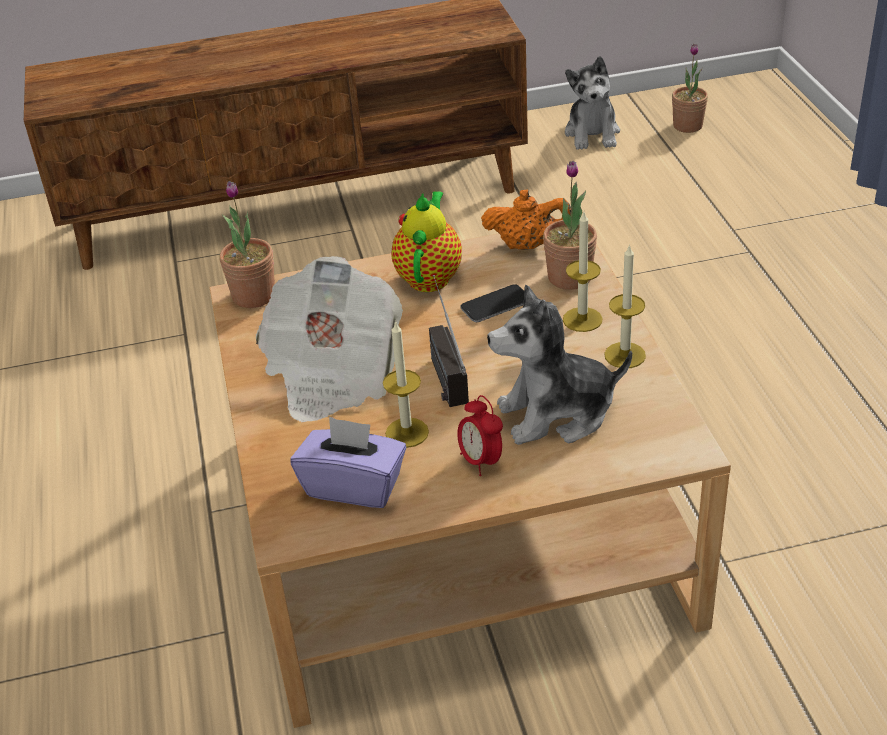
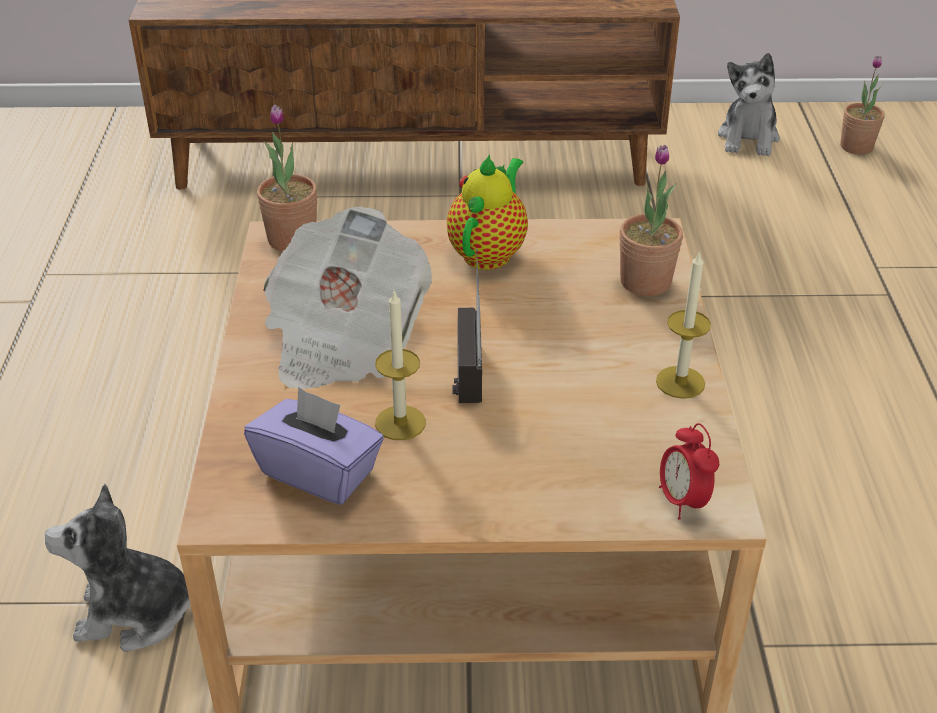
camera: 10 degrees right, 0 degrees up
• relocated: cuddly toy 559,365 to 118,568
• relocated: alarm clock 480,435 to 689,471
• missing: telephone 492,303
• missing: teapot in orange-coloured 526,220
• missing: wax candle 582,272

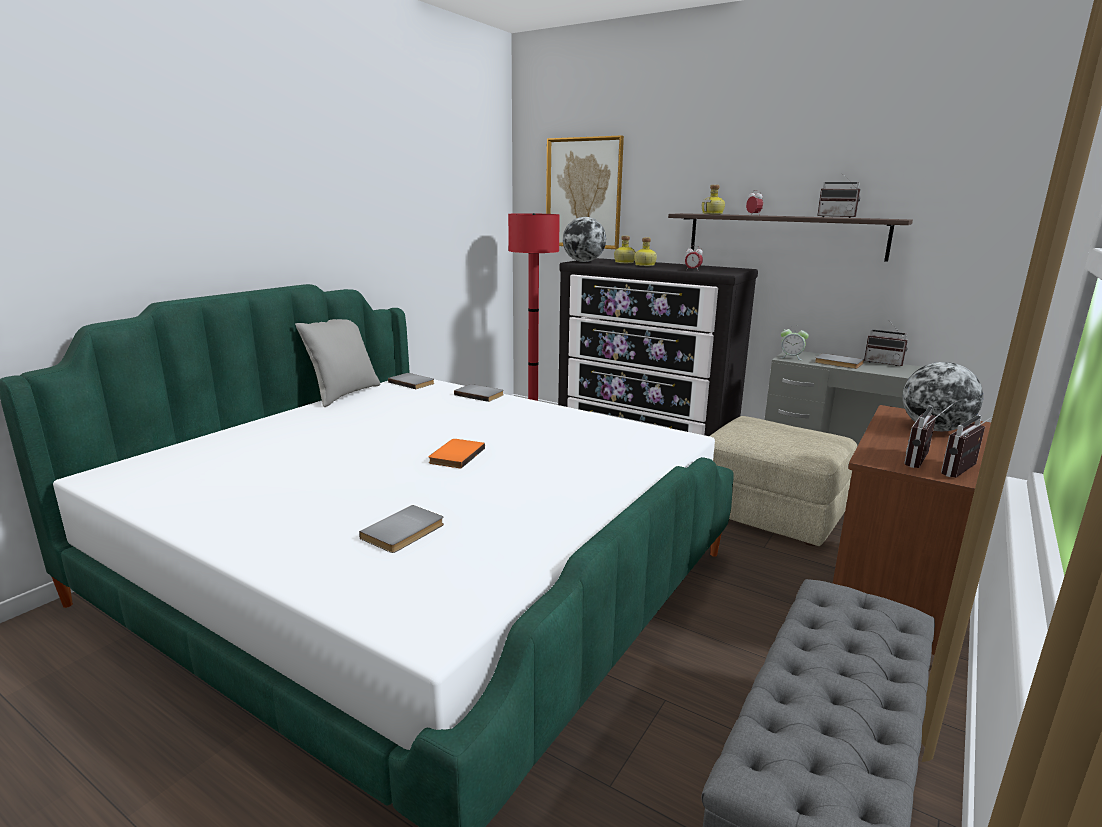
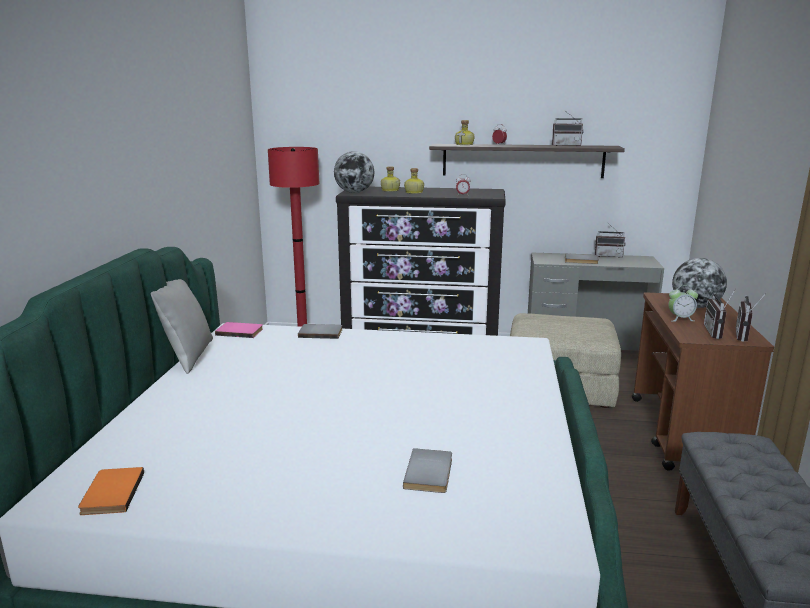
camera: 25 degrees left, 0 degrees up
• relocated: bound book in orange-coloured 456,454 to 111,491
• colour: bound book in grey 411,381 to bound book in pink-coloured 239,330
• relocated: alarm clock 795,342 to 683,303
• missing: wall picture 585,192

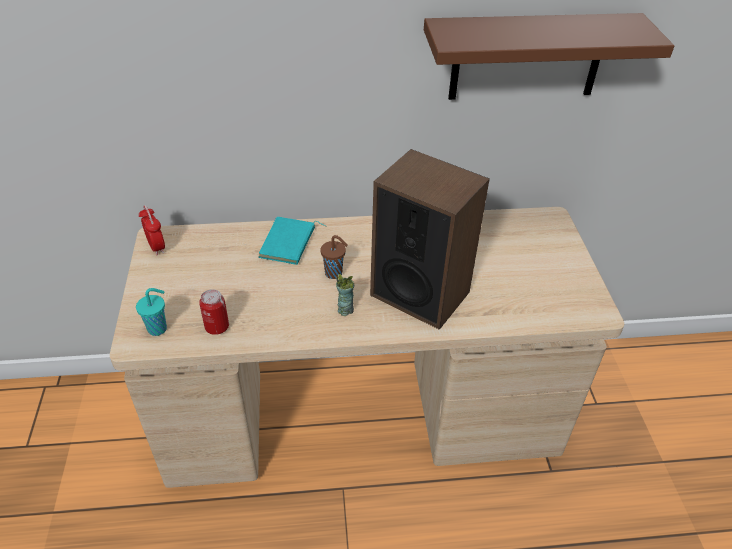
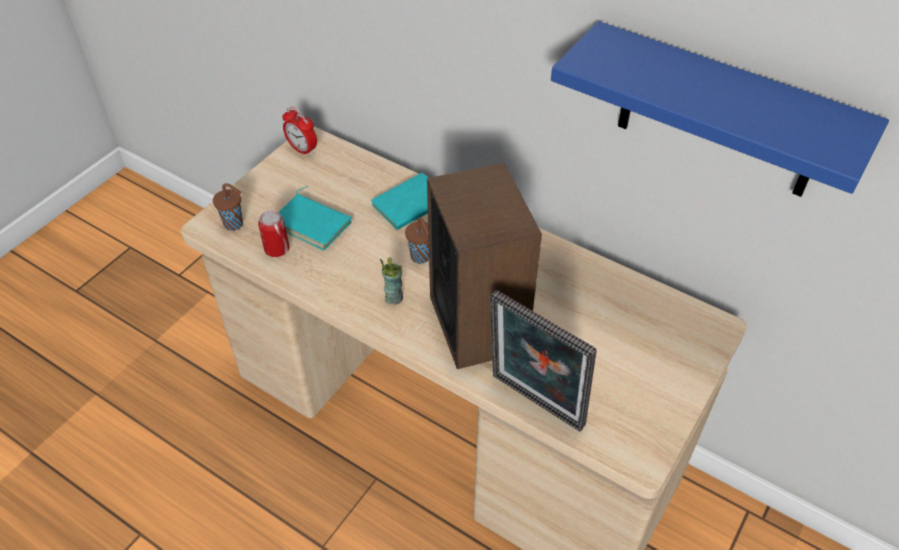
camera: 40 degrees right, 5 degrees up
• colour: drinking cup in turquoise-coloured 151,312 to drinking cup in brown-coloured 228,207
• appeared: bound book in turquoise-coloured 315,218
• spun: alarm clock 152,230 = 299,132 120 degrees clockwise
• appeared: standing frame 543,360
• colour: bracket shelf in brown-coloured 549,56 to bracket shelf in blue 720,109

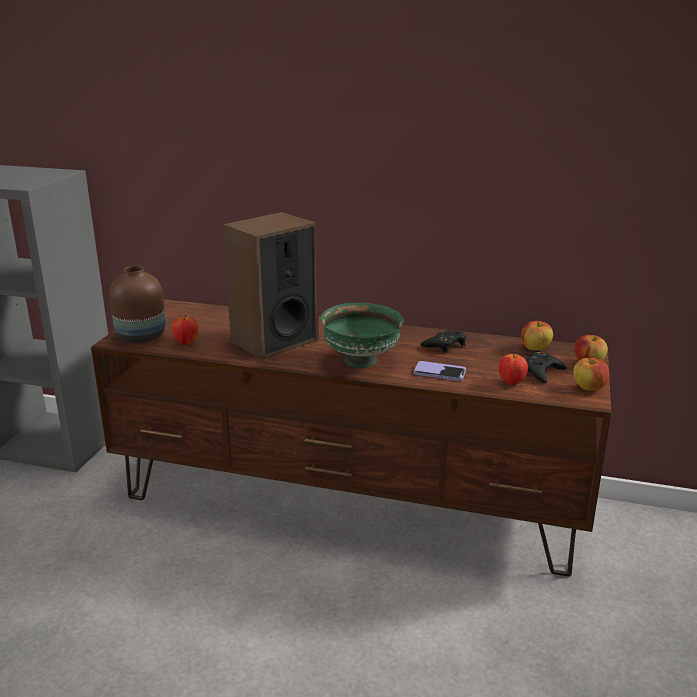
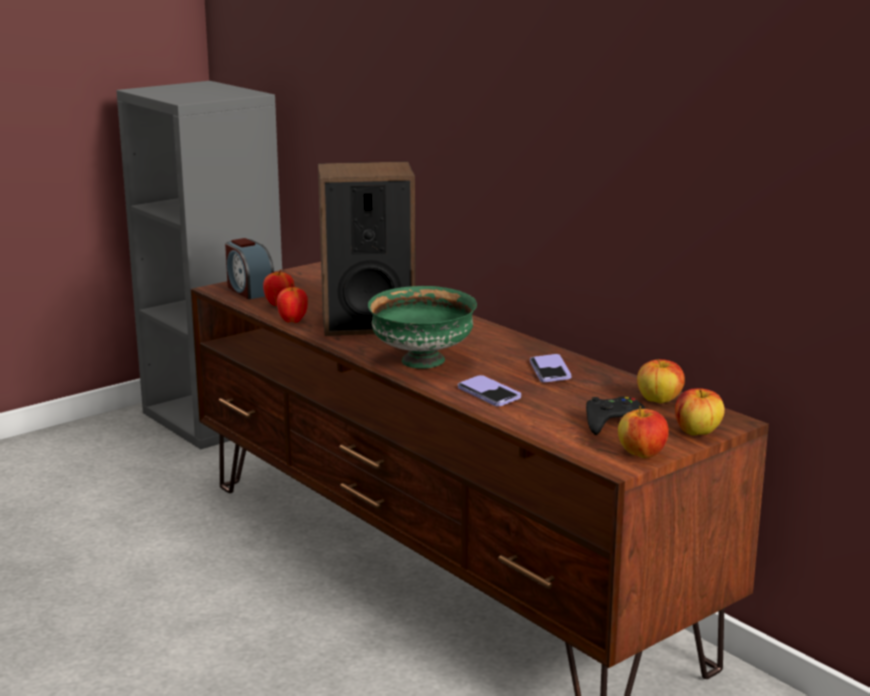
camera: 35 degrees right, 5 degrees down
• exchanged: decorative vase in brown-coloured 137,304 to alarm clock 249,268
• relocated: apple fruit 513,368 to 292,303
• exchanged: gamepad in black-coloured 443,341 to telephone 550,368

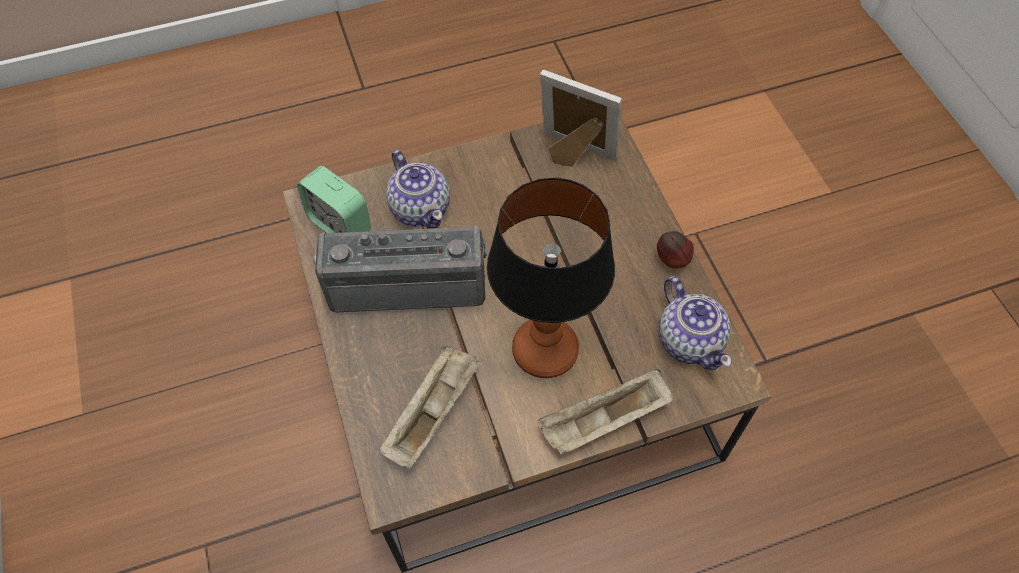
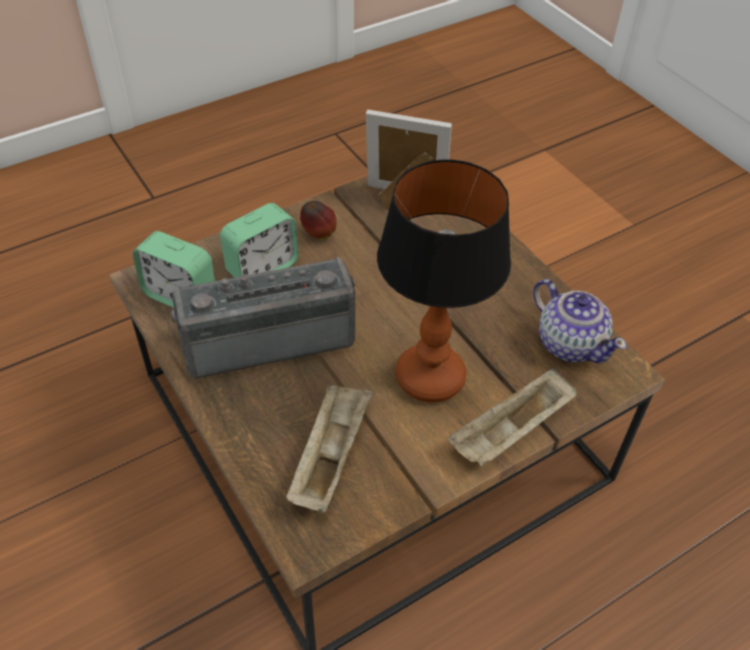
camera: 15 degrees left, 10 degrees down
• exchanged: teapot 418,189 to alarm clock 259,240
• relocated: apple fruit 675,250 to 318,220

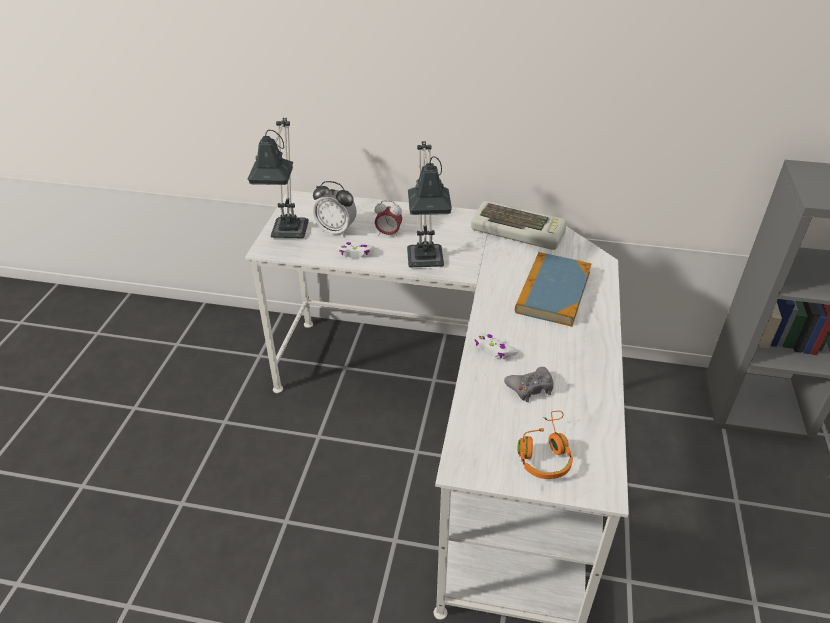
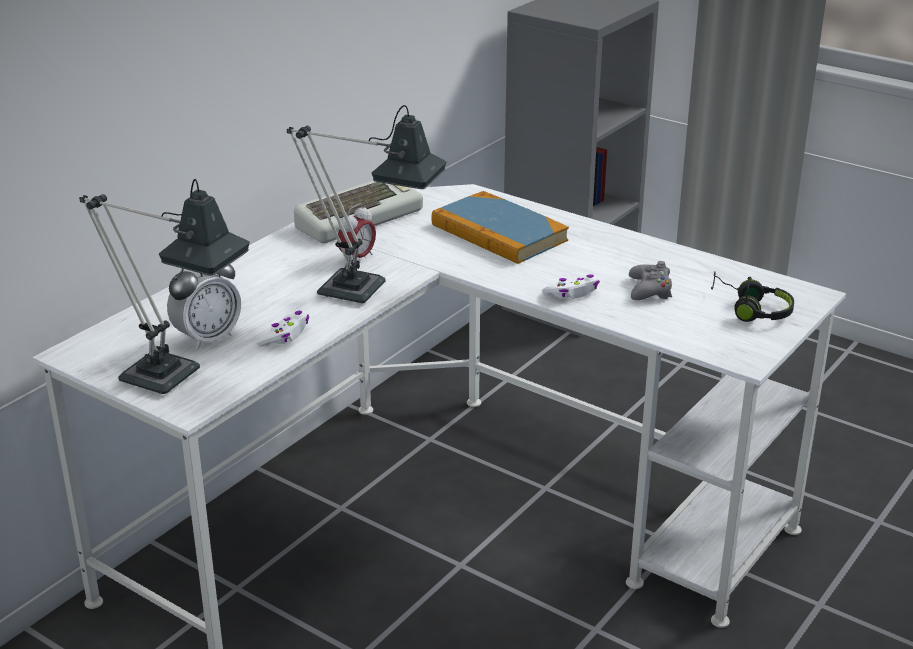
camera: 65 degrees left, 10 degrees down
• relocated: alarm clock 388,218 to 357,231
• colour: headset in orange-coloured 545,445 to headset in black-coloured 752,297

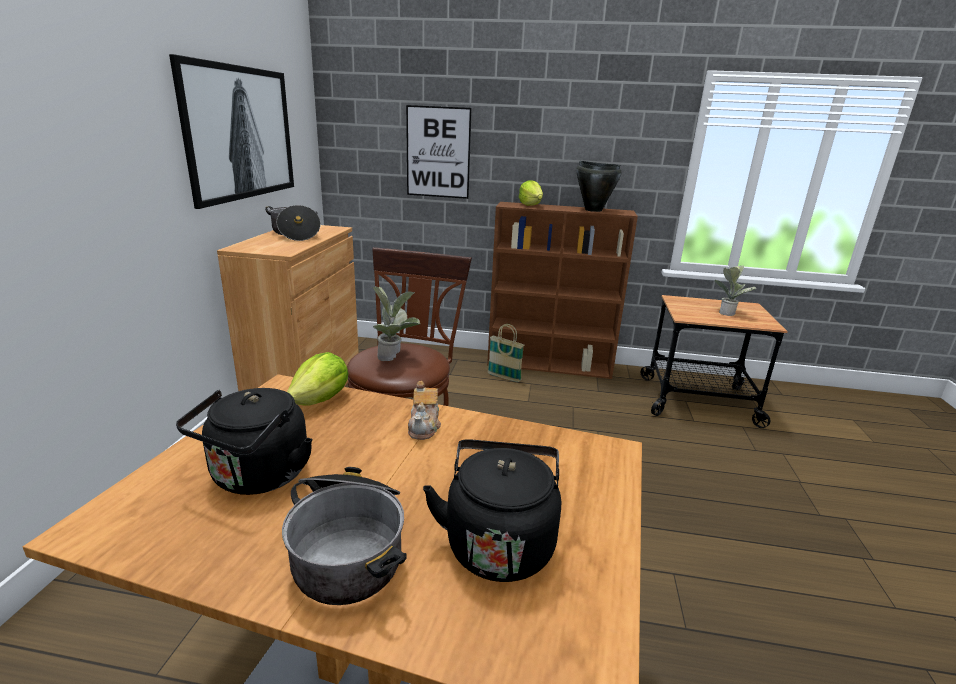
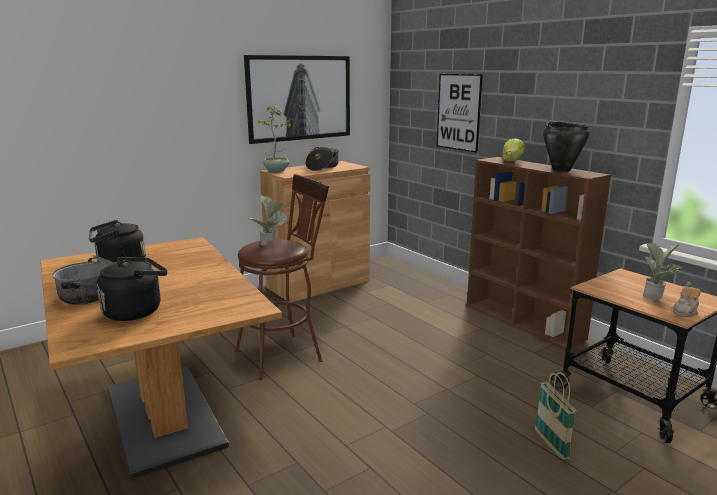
camera: 45 degrees right, 5 degrees down
• appeared: houseplant 276,138
• relocated: household basket 506,353 to 555,415
• relocated: teapot 424,410 to 686,299
• missing: lettuce head 317,378

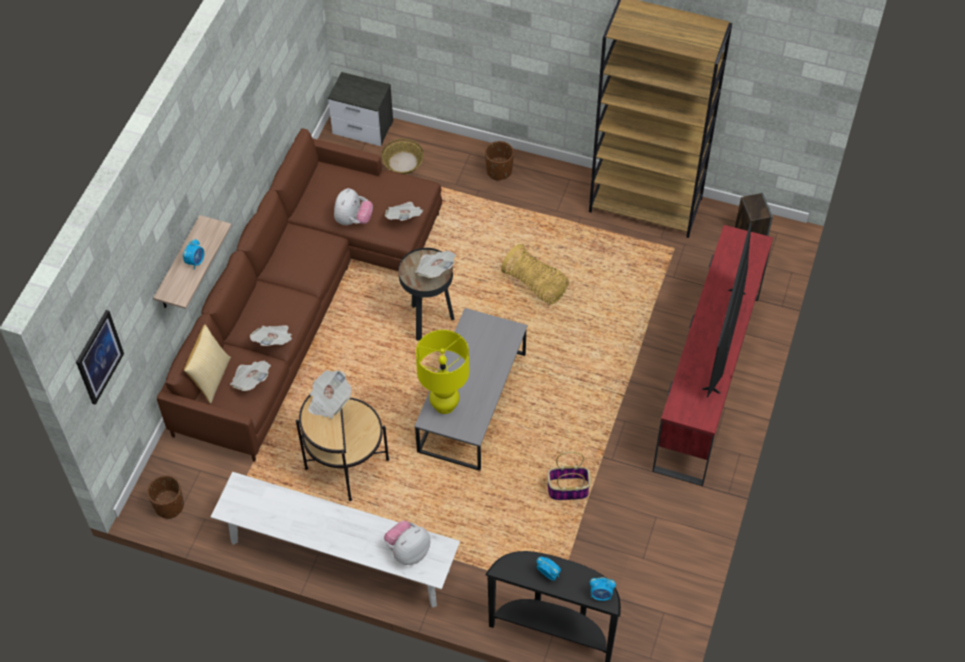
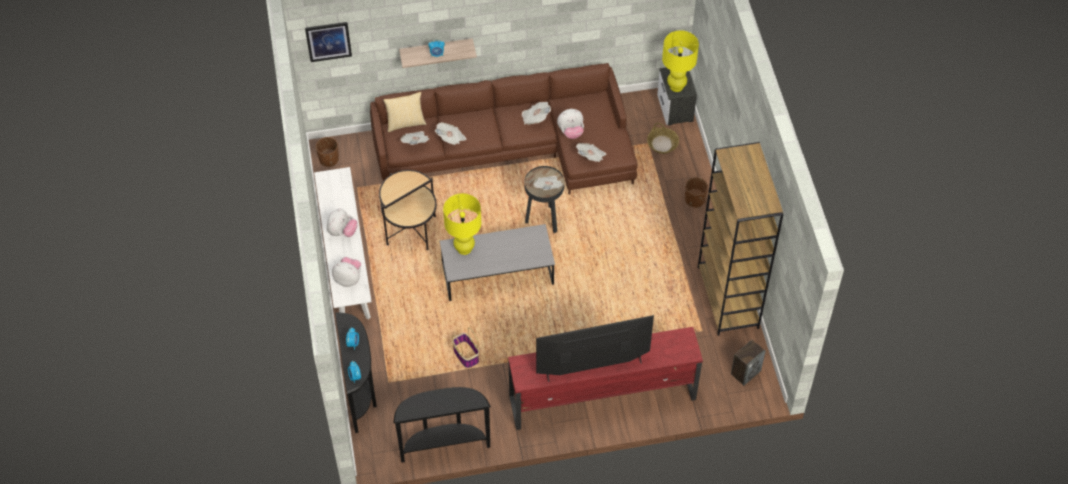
camera: 60 degrees right, 0 degrees up
• appeared: cuddly toy 342,222
• appeared: console table in black-coloured 442,425
• relocated: daily paper 330,395 to 536,113
• appeared: table lamp in yellowish 680,61
• missing: household basket 535,274

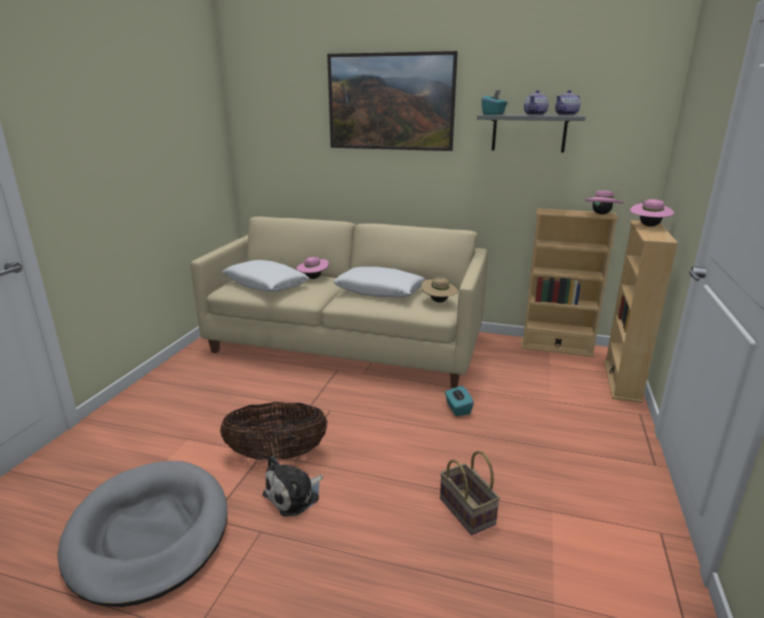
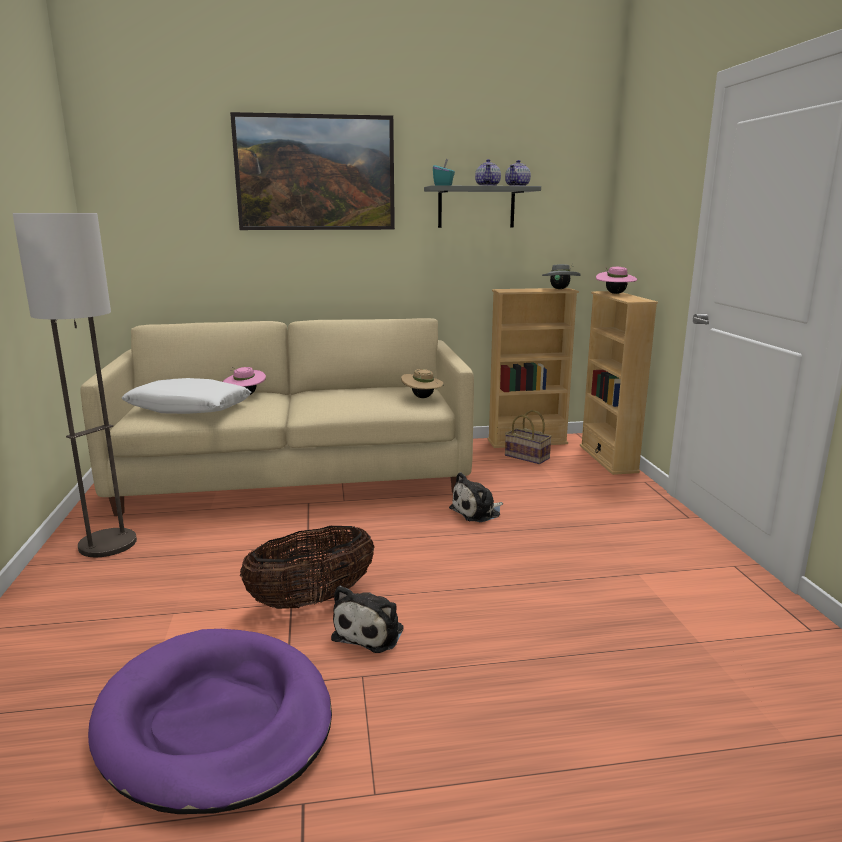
camera: 25 degrees left, 5 degrees down
• appeared: standing lamp 74,385
• colour: pet bed in grey 142,534 to pet bed in purple-coloured 210,721
• exchanged: tissue box in turquoise-coloured 459,401 to cuddly toy 476,497
• relocated: household basket 470,493 to 528,437
• colour: wearable hat in pink-coloured 604,202 to wearable hat in grey 561,276
• missing: pillow in white-coloured 379,282

